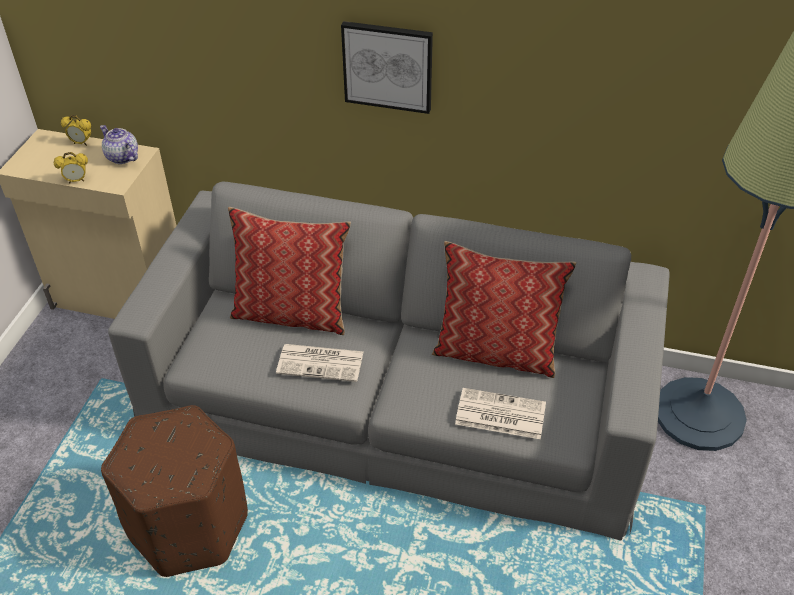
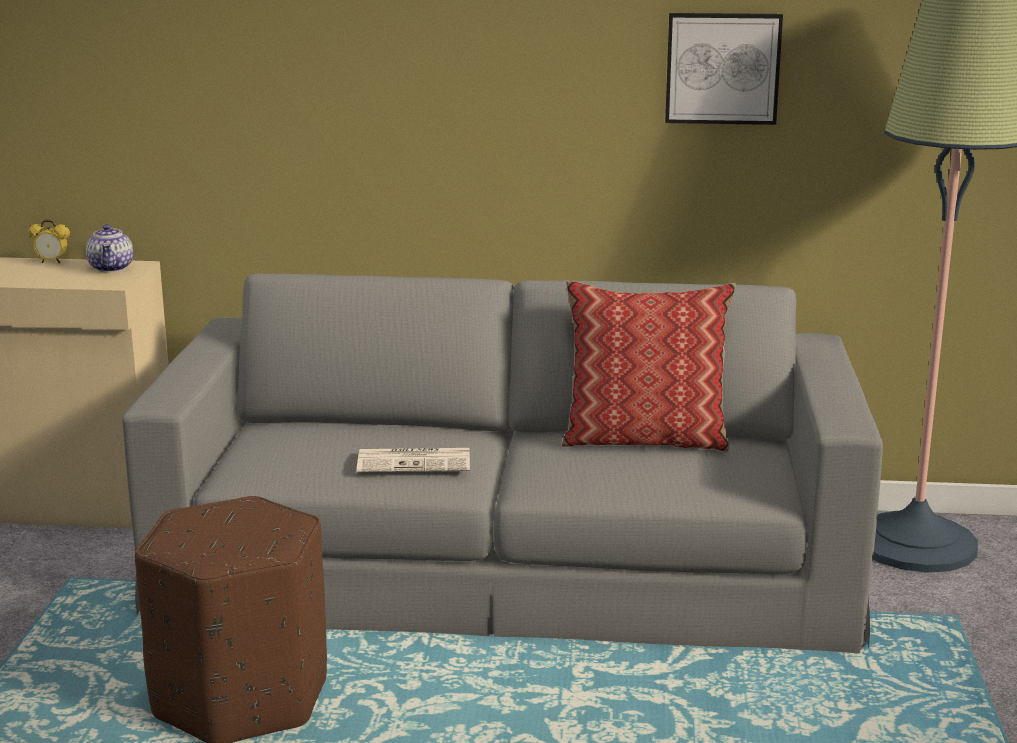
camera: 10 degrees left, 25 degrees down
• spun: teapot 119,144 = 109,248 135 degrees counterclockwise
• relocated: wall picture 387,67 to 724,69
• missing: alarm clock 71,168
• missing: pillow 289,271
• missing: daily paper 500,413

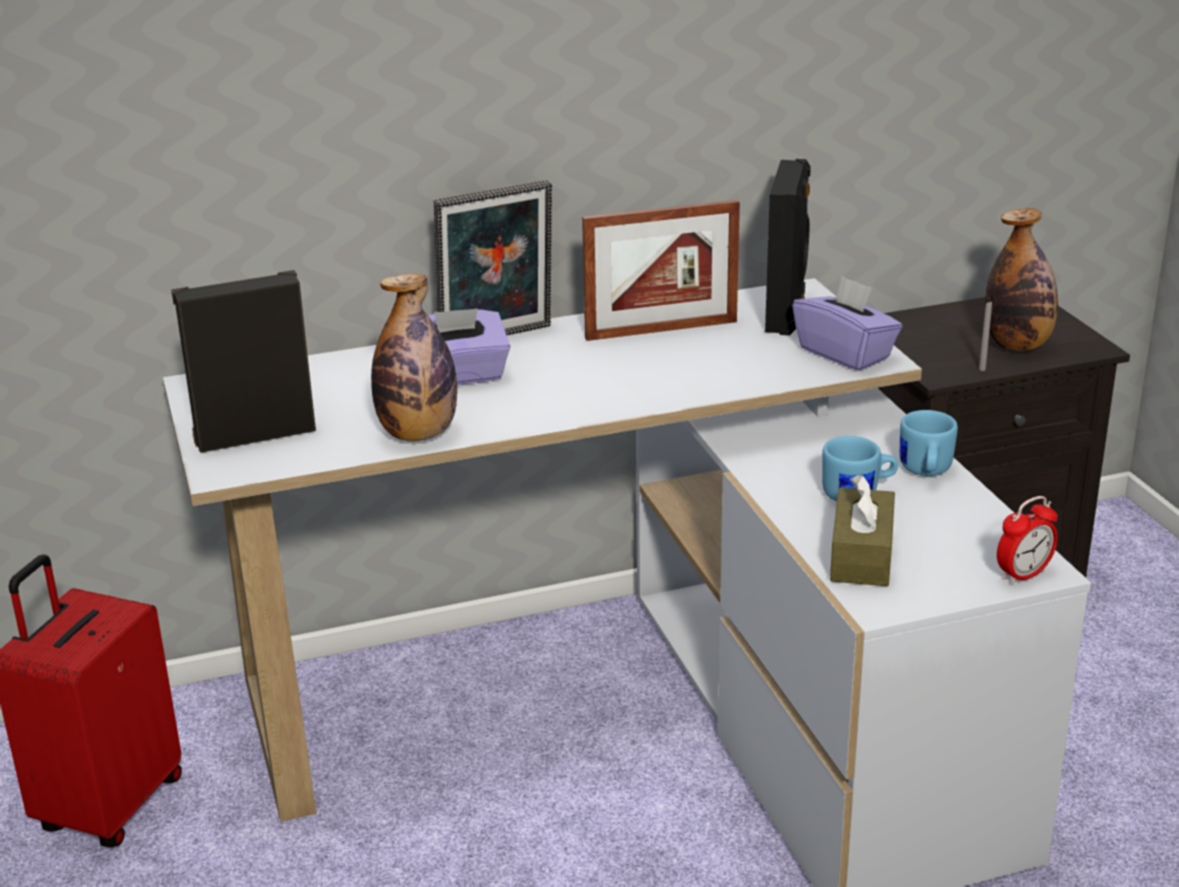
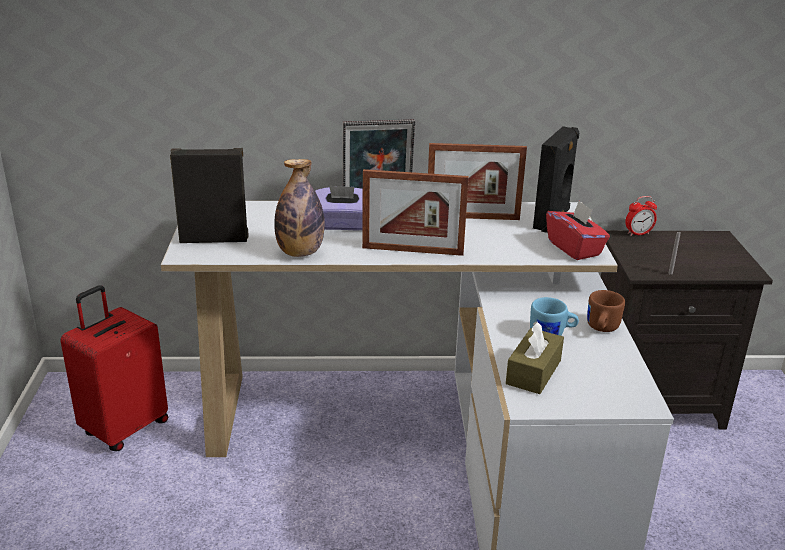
camera: 15 degrees right, 0 degrees up
• appeared: standing frame 415,212
• colour: tissue box in purple-coloured 847,323 to tissue box in red 578,230
• colour: tea mug in blue 929,443 to tea mug in brown-coloured 606,311
• relocated: alarm clock 1027,540 to 641,216
• missing: drink bottle 1021,279

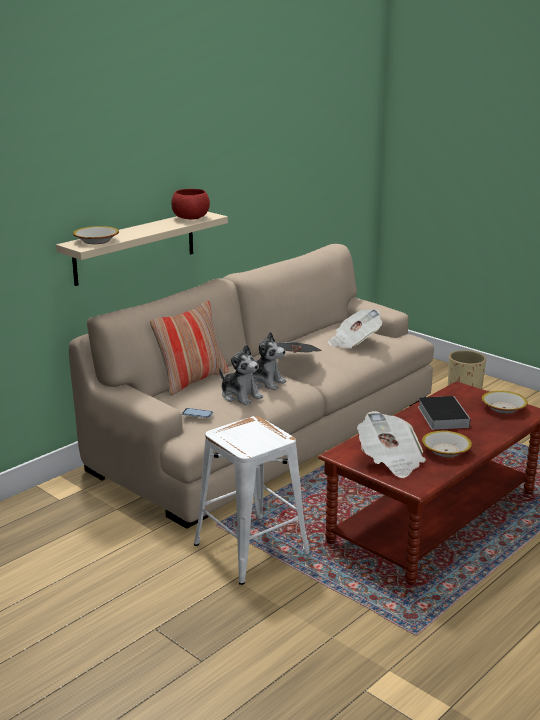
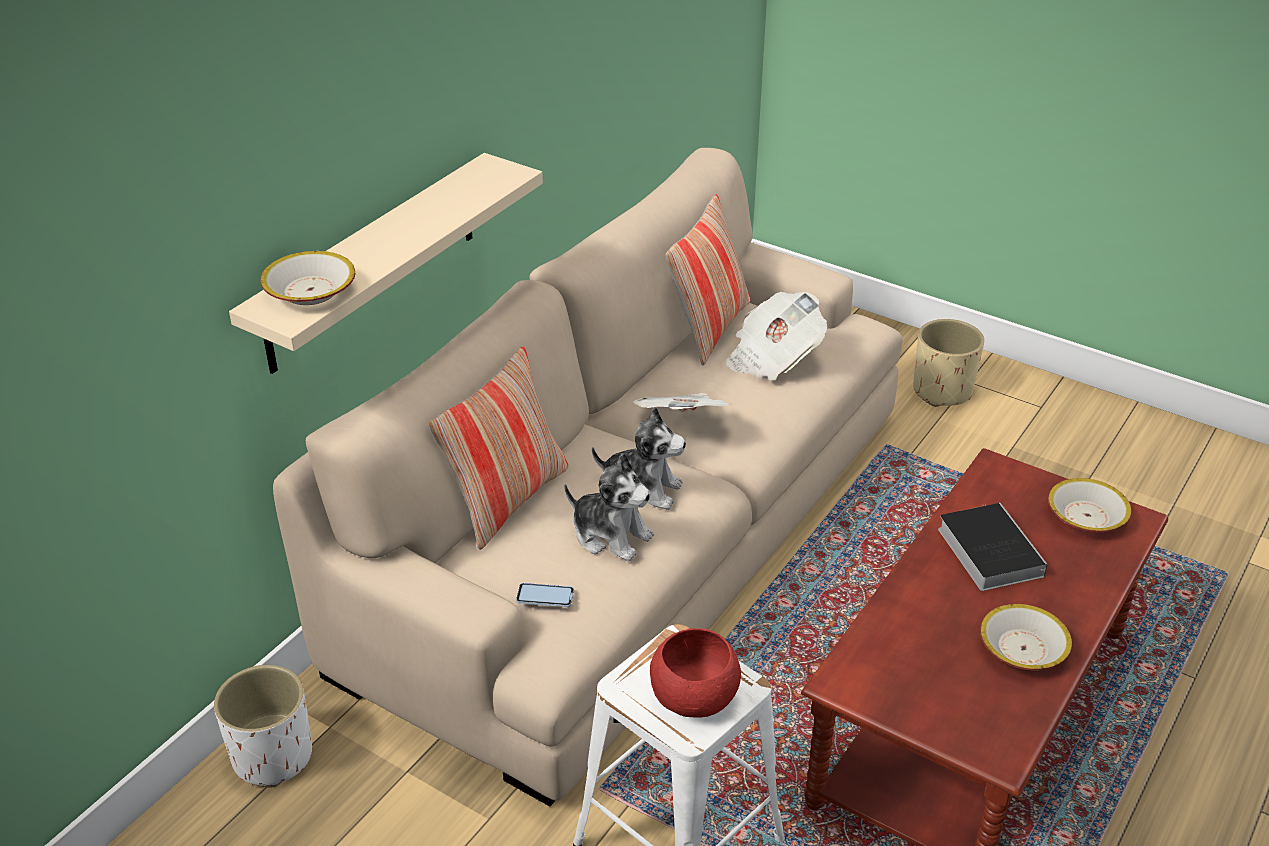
camera: 10 degrees left, 15 degrees up
• appeared: planter in white-coloured 263,726
• relocated: serving bowl in red 190,204 to 695,673
• appeared: pillow 708,279
• missing: daily paper 391,444

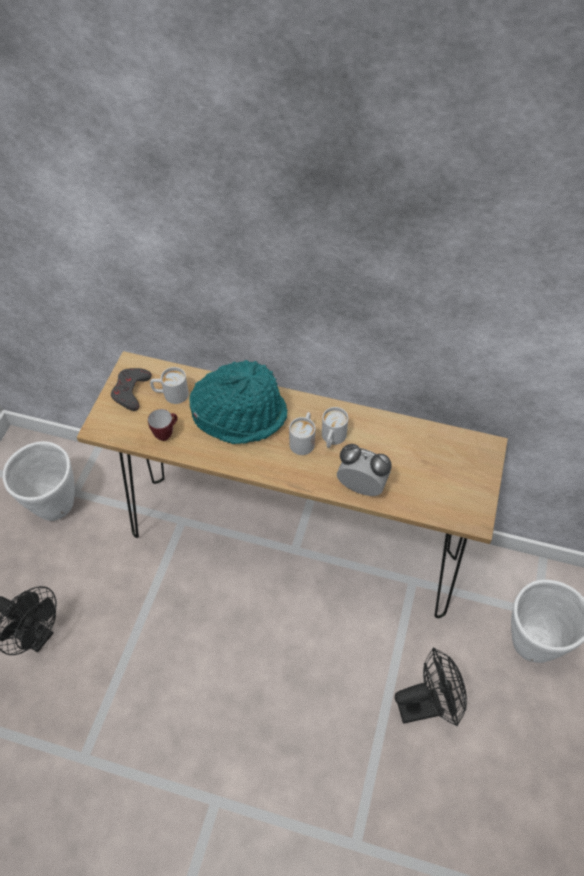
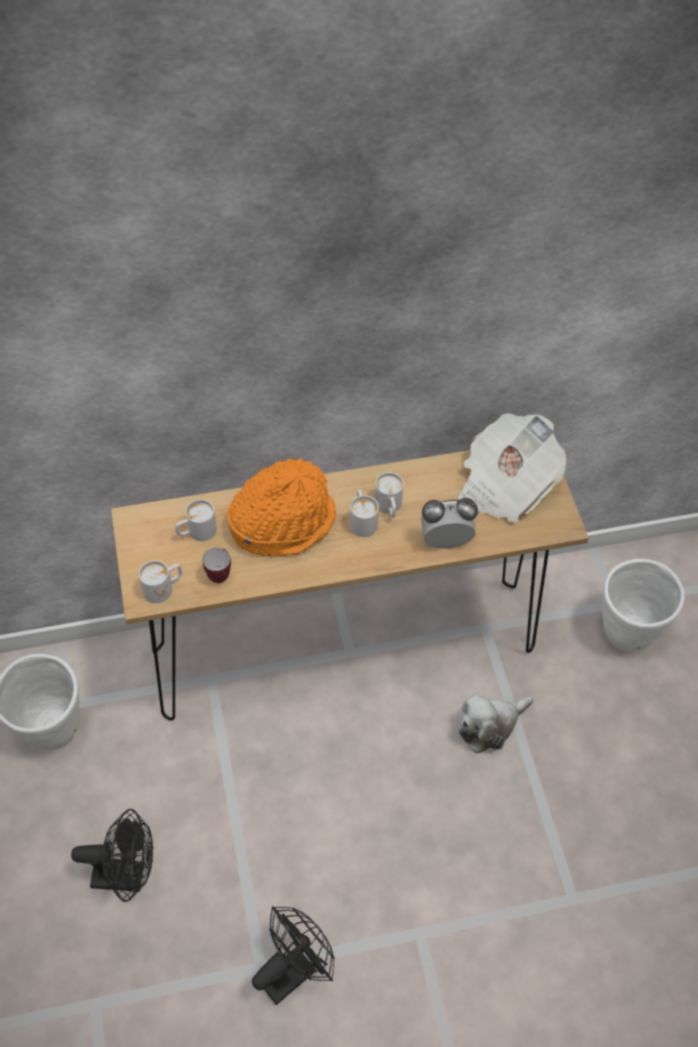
camera: 30 degrees left, 0 degrees up
• appeared: tea mug in white-coloured 160,581
• colour: wearable hat in turquoise-coloured 238,402 to wearable hat in orange-coloured 281,507
• relocated: fan in black-coloured 431,686 to 293,955
• appeared: daily paper 512,468
• appeared: cuddly toy 496,723
• missing: gamepad in grey 131,389

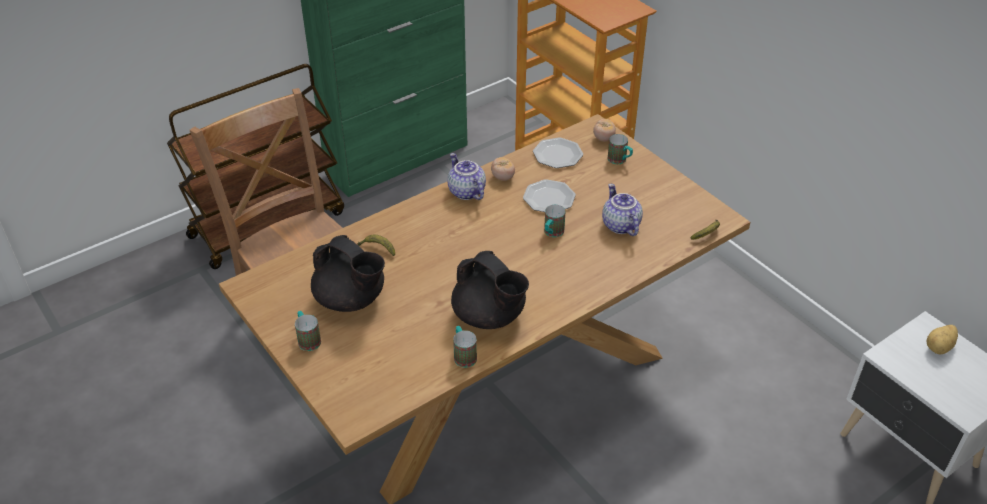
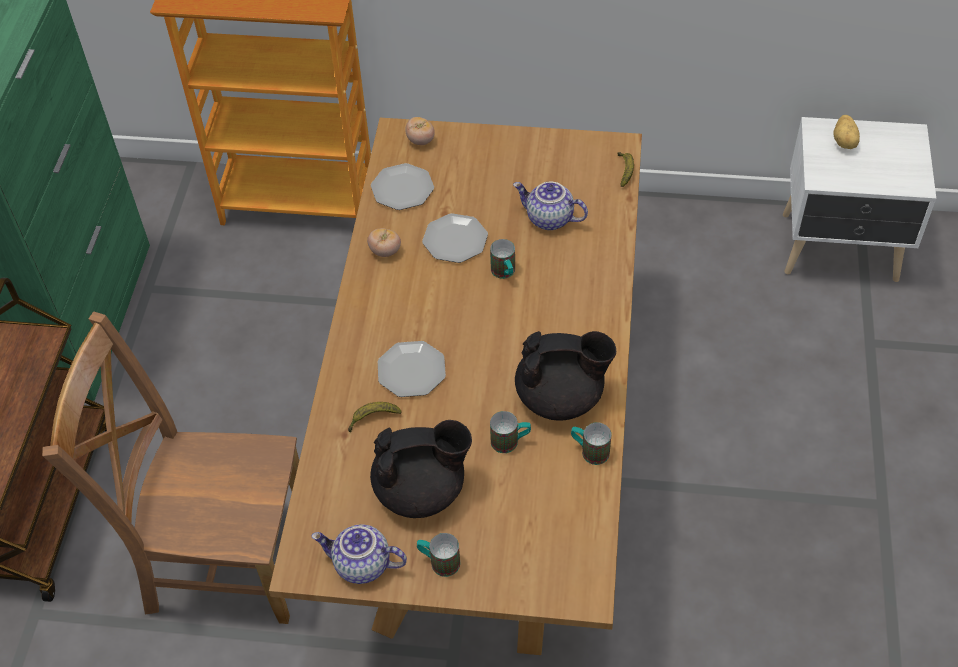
camera: 45 degrees left, 10 degrees up
• relocated: teapot 466,176 to 359,554
• appeared: plate 412,369
• relocated: tea mug 620,149 to 510,432

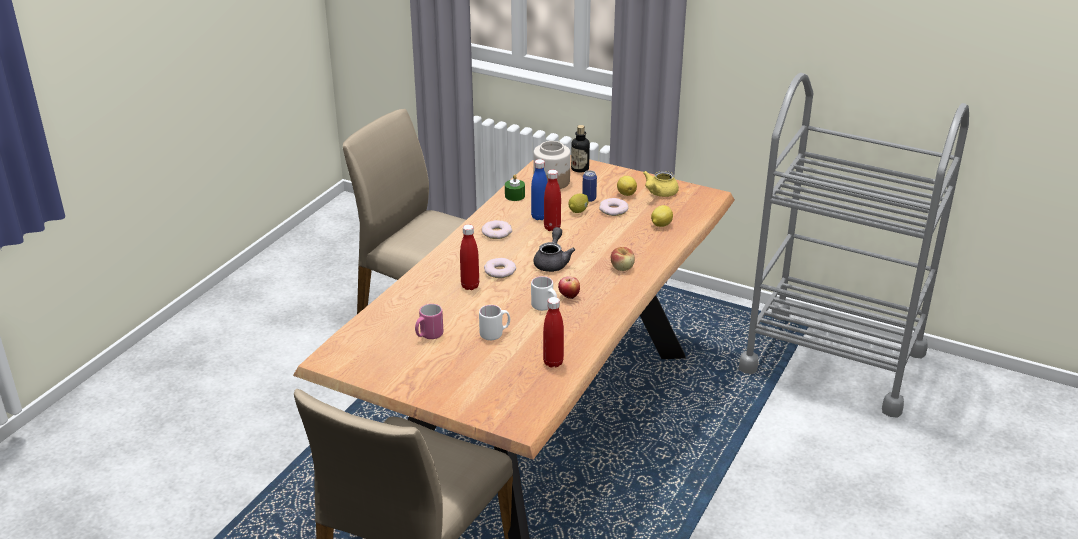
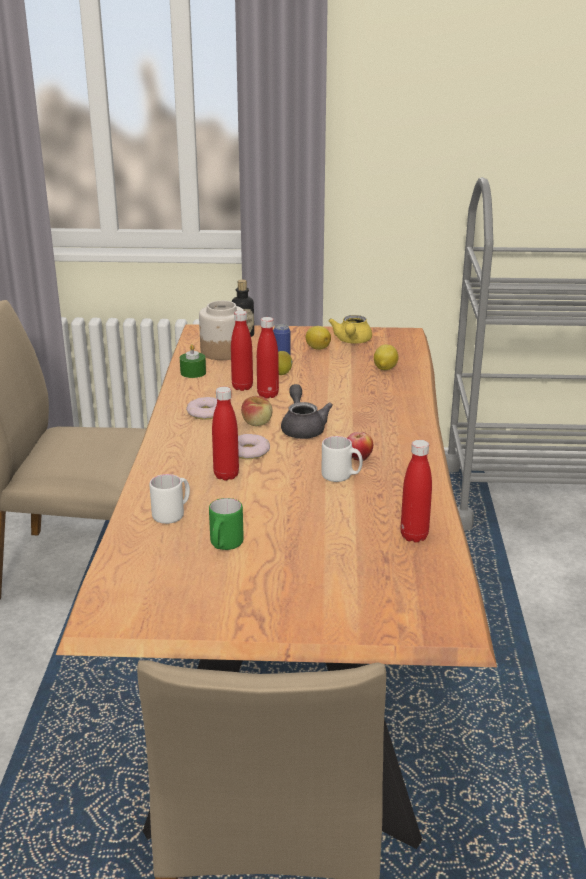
camera: 25 degrees left, 5 degrees down
• relocated: tea mug in white-coloured 494,322 to 169,499
• colour: tea mug in pink-coloured 429,321 to tea mug in greenish 226,524
• colour: drink bottle in blue 539,189 to drink bottle in red 242,350
• relocated: apple fruit 623,259 to 257,411
• missing: ring doughnut 614,207

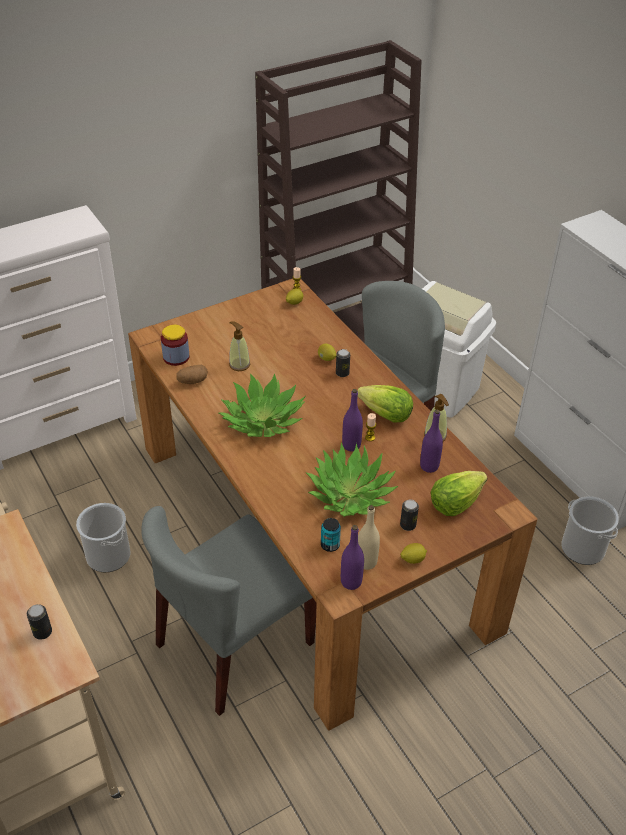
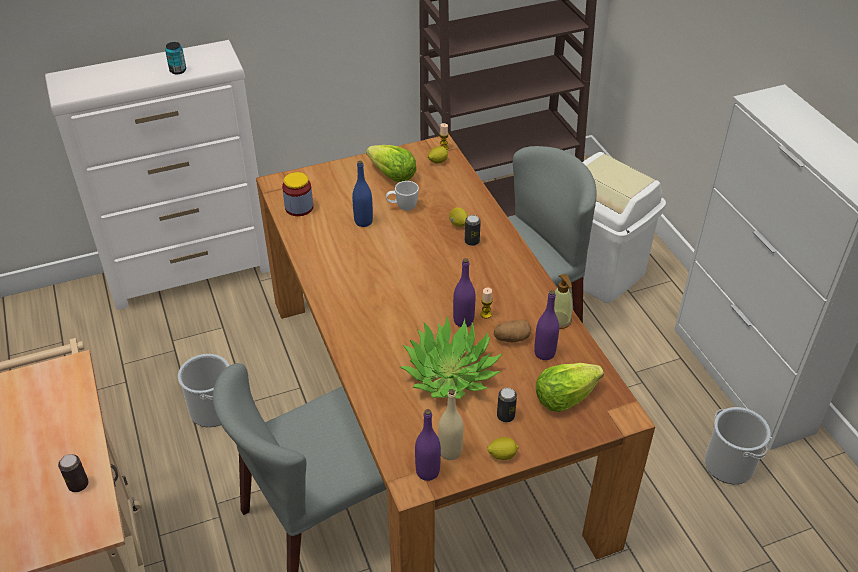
camera: 10 degrees right, 0 degrees up
• relocated: metal can 331,535 to 175,58
• exchanged: soap dispenser 239,346 to drink bottle in blue 362,194
• relocated: lettuce head 385,404 to 391,163
• appeared: tea mug in white-coloured 402,196
• relocated: spud 192,374 to 512,331
• missing: houseplant 262,405

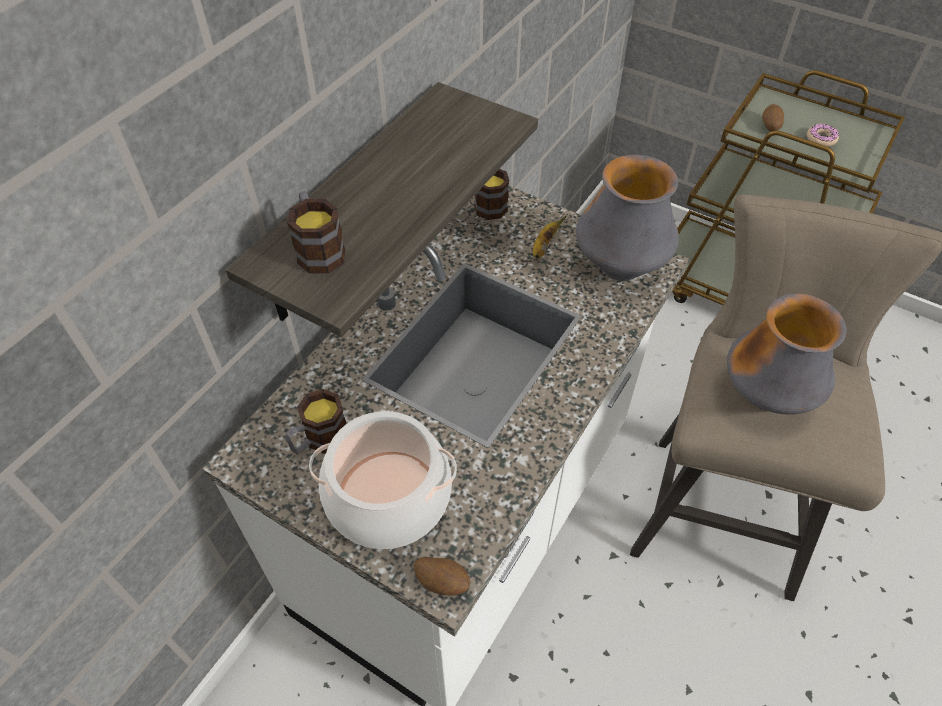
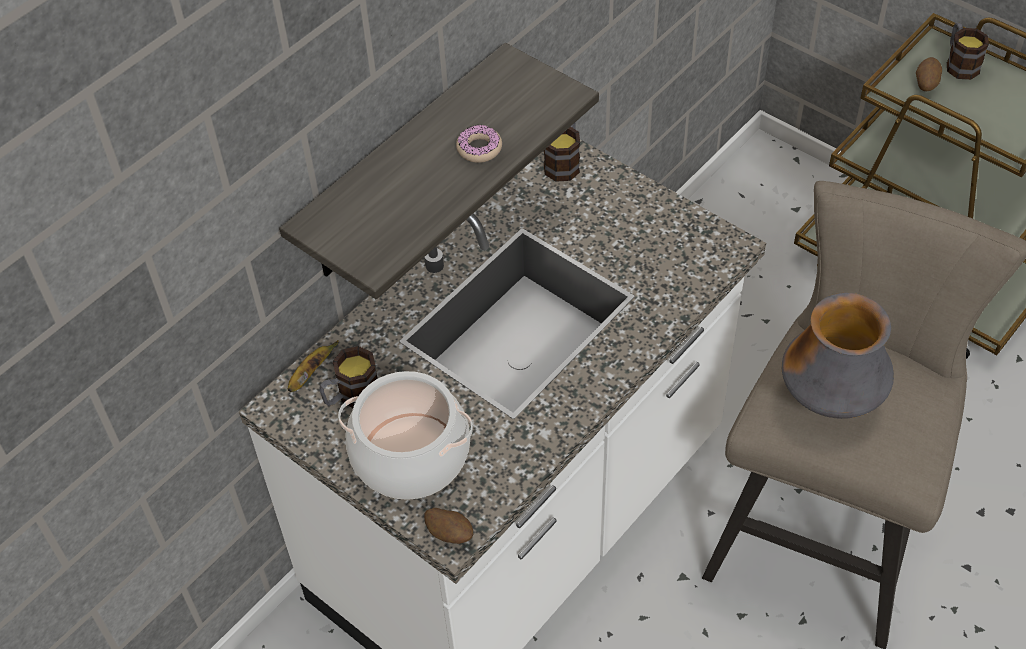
camera: 10 degrees right, 0 degrees up
• relocated: whole banana 549,237 to 313,366
• relocated: ring doughnut 823,135 to 479,144
• relocated: tea mug 316,232 to 968,51
• missing: decorative vase 627,218

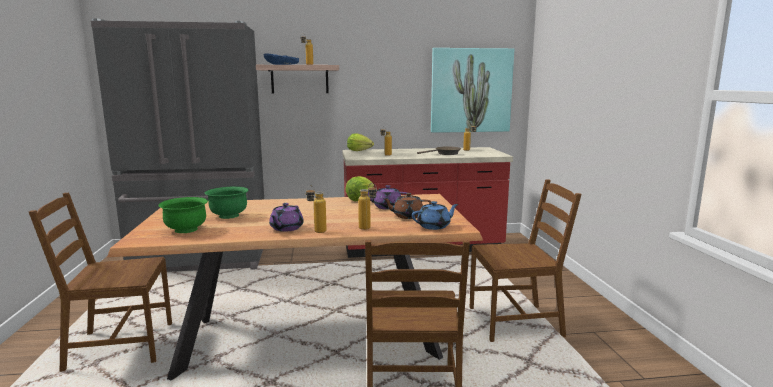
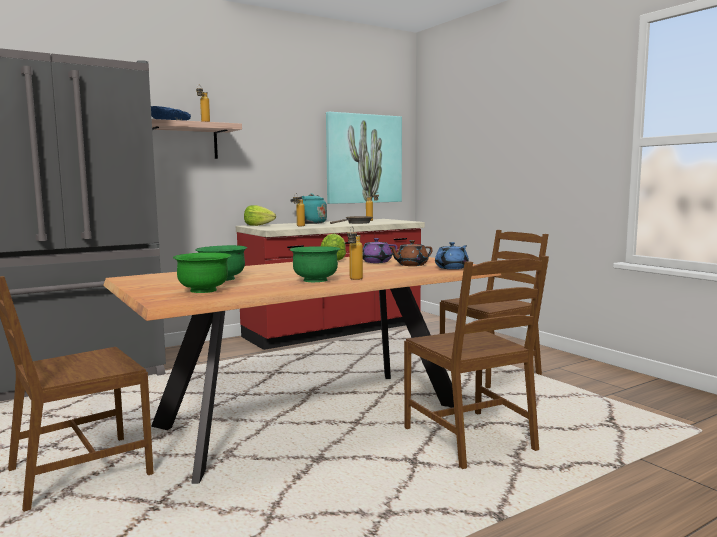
camera: 25 degrees left, 5 degrees down
• exchanged: teapot in purple-coloured 286,217 to serving bowl in greenish 314,264
• appeared: water kettle in turquoise-coloured 309,209
• missing: drink bottle 367,206

